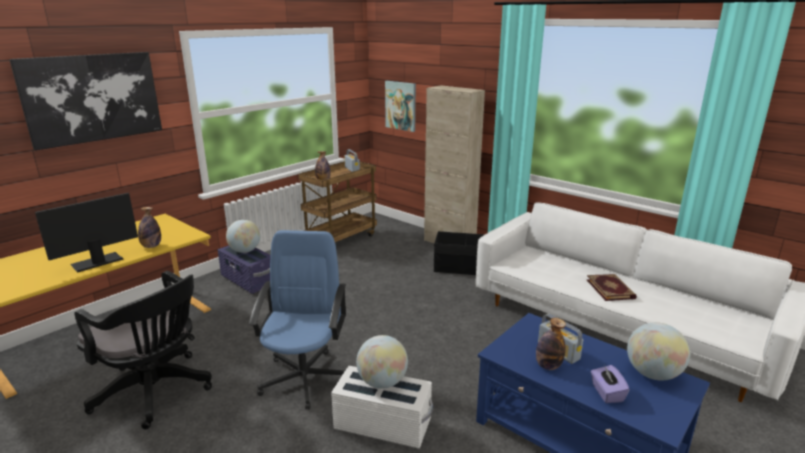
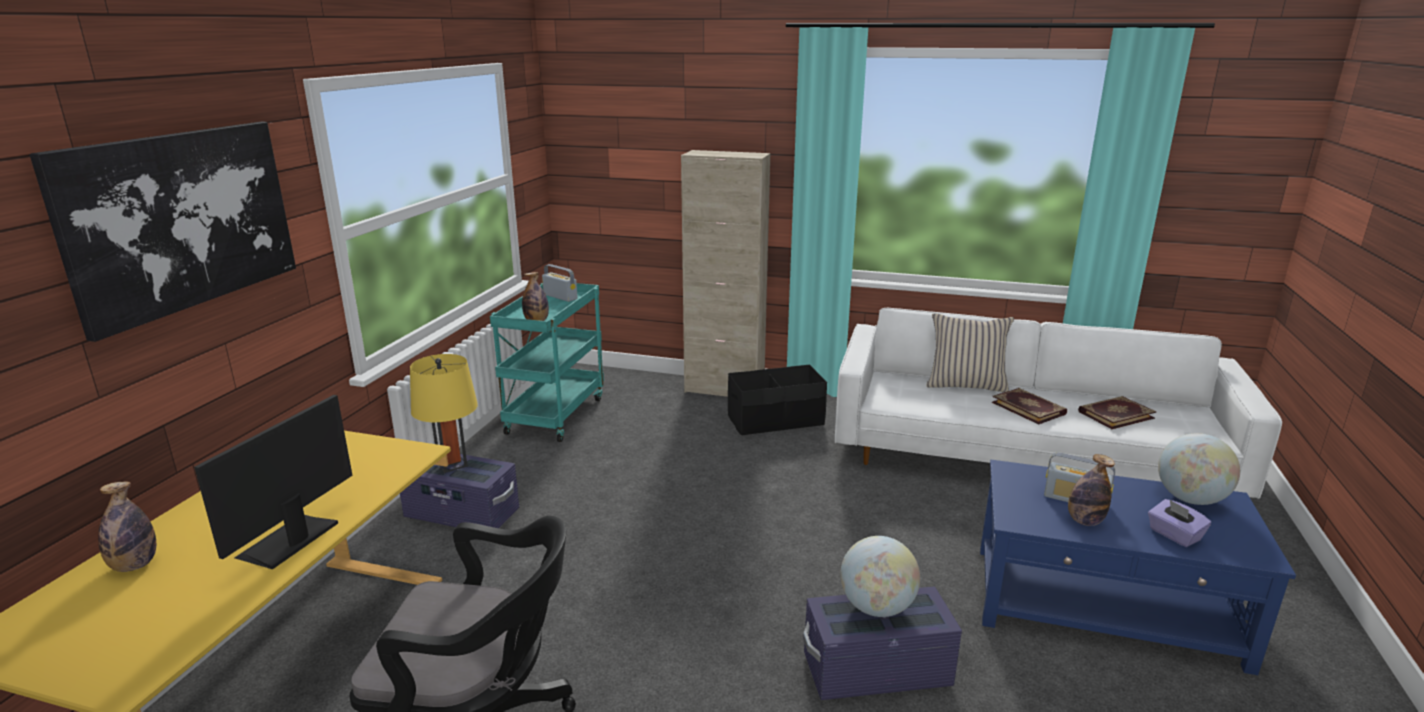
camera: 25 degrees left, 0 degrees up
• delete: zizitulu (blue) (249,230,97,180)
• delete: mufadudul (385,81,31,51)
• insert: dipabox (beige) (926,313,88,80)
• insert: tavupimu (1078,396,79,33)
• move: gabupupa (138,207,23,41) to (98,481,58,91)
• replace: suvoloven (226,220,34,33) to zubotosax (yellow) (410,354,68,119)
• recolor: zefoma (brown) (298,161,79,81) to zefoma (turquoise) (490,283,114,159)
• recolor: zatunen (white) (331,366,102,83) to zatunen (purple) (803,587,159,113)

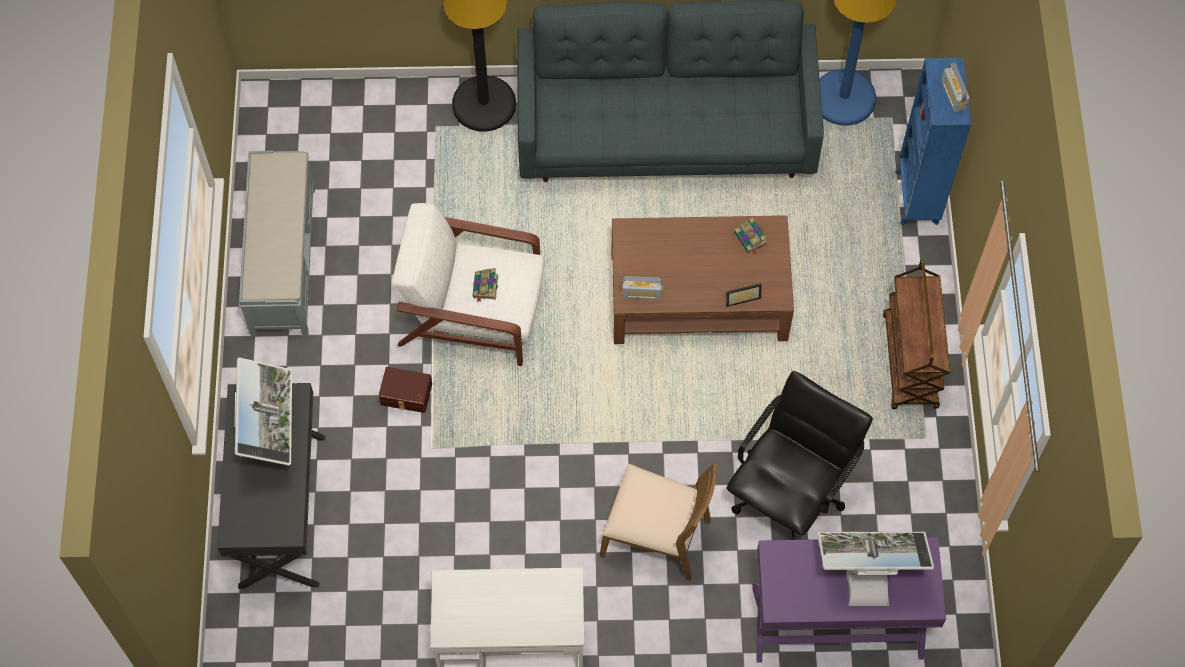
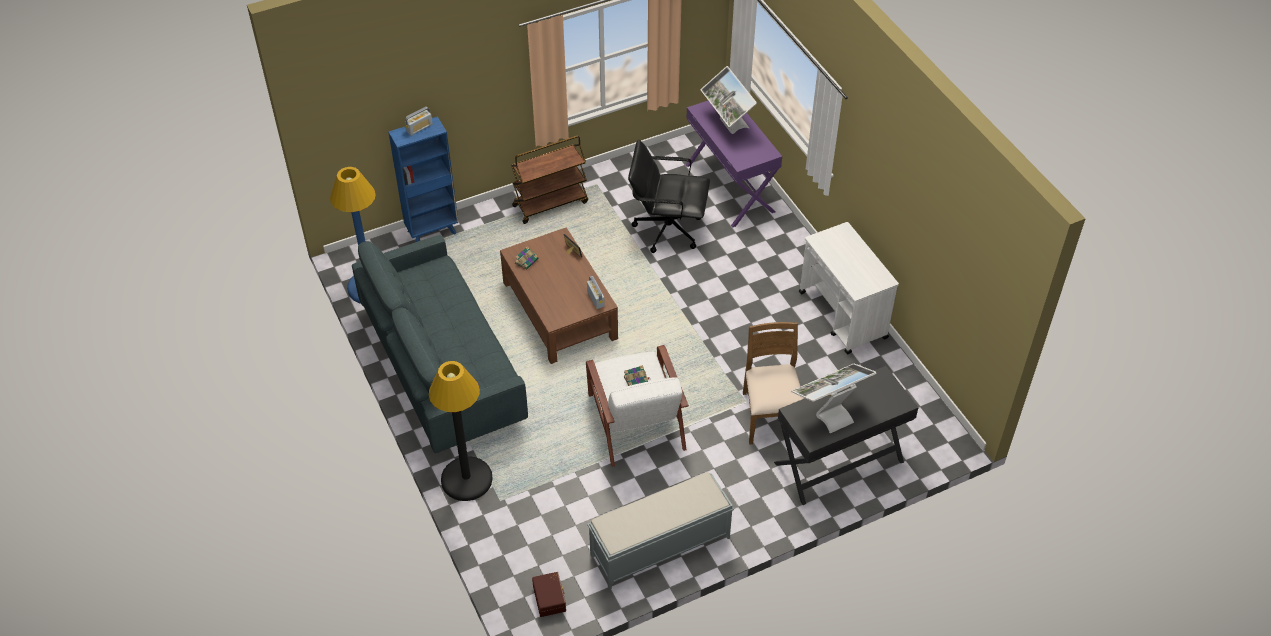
camera: 115 degrees left, 15 degrees down
• move: zatunen (brown) (378,367,54,46) to (532,572,34,45)
• move: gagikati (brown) (600,462,118,119) to (743,322,61,123)

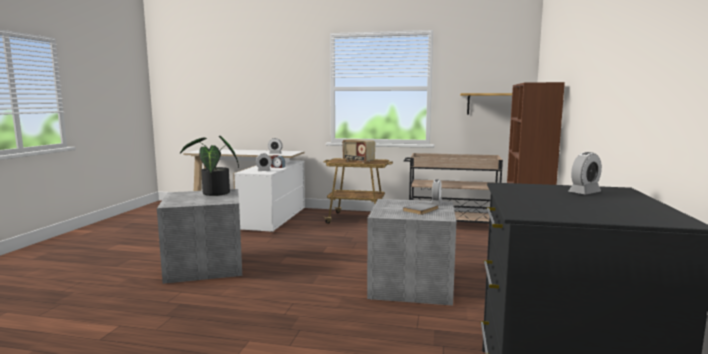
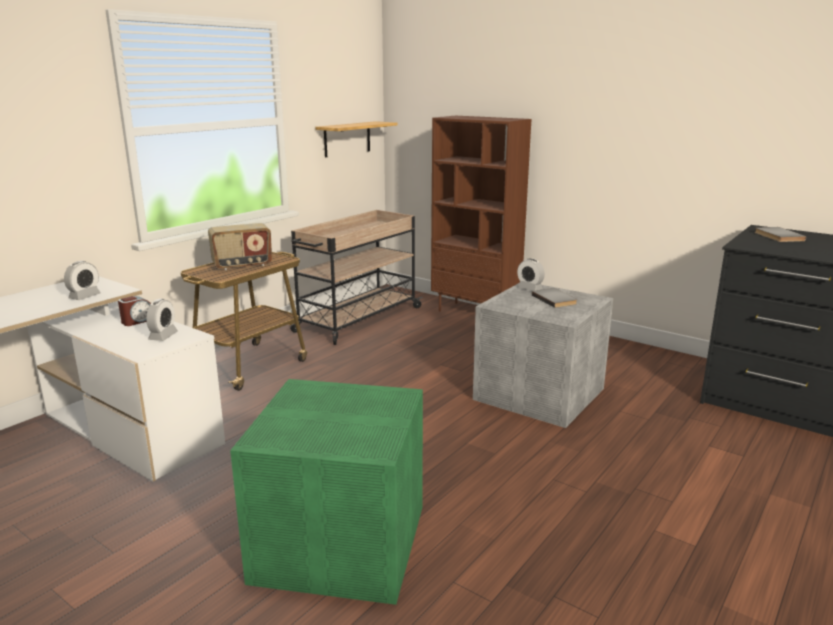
camera: 65 degrees left, 10 degrees up
• delete: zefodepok (180,136,59,60)
• replace: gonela (569,152,33,42) to tavupimu (grey) (754,227,52,15)
• recolor: zatunen (grey) (157,189,85,95) to zatunen (green) (230,379,193,226)

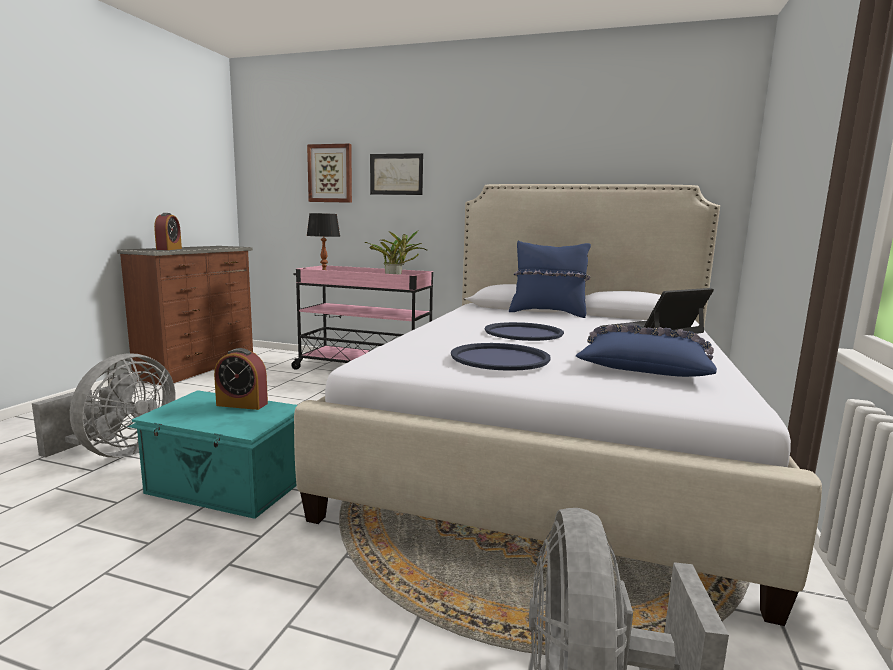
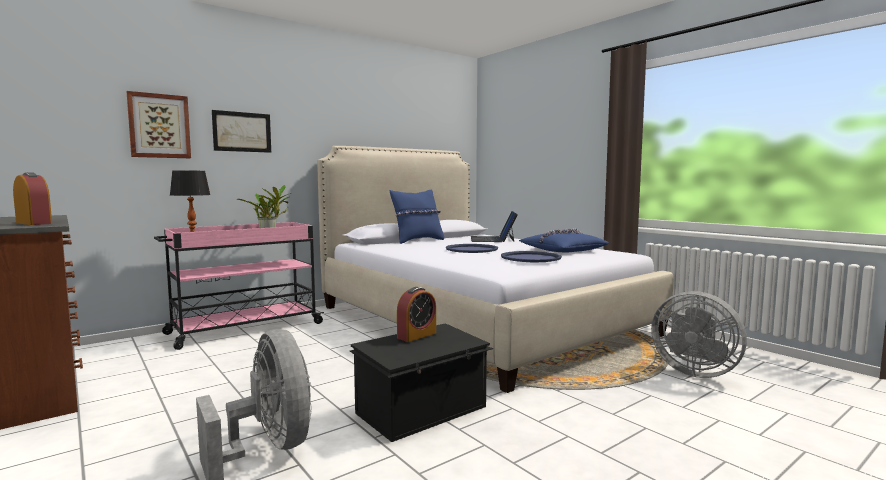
camera: 55 degrees left, 5 degrees down
• recolor: zatunen (turquoise) (128,390,169,129) to zatunen (black) (350,323,143,119)

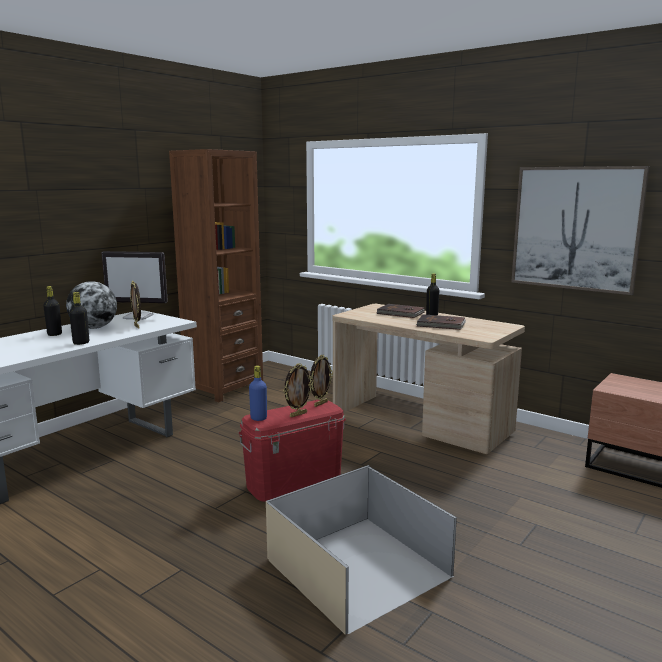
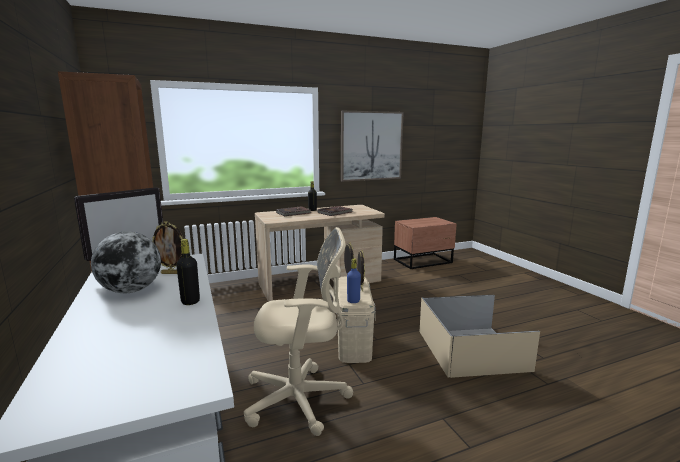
camera: 60 degrees left, 0 degrees up
• delete: gabupupa (black) (43,286,19,50)
• insert: zizitulu (beige) (244,227,109,209)
• recolor: zatunen (red) (238,399,108,103) to zatunen (beige) (336,276,40,87)

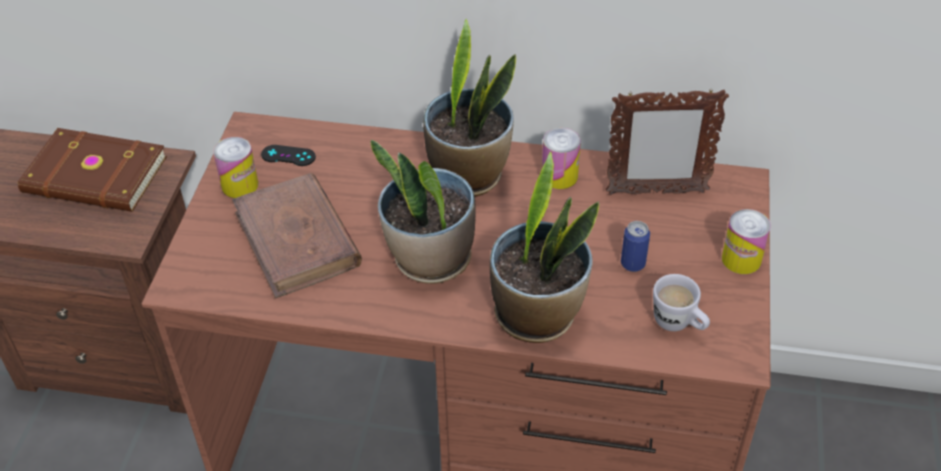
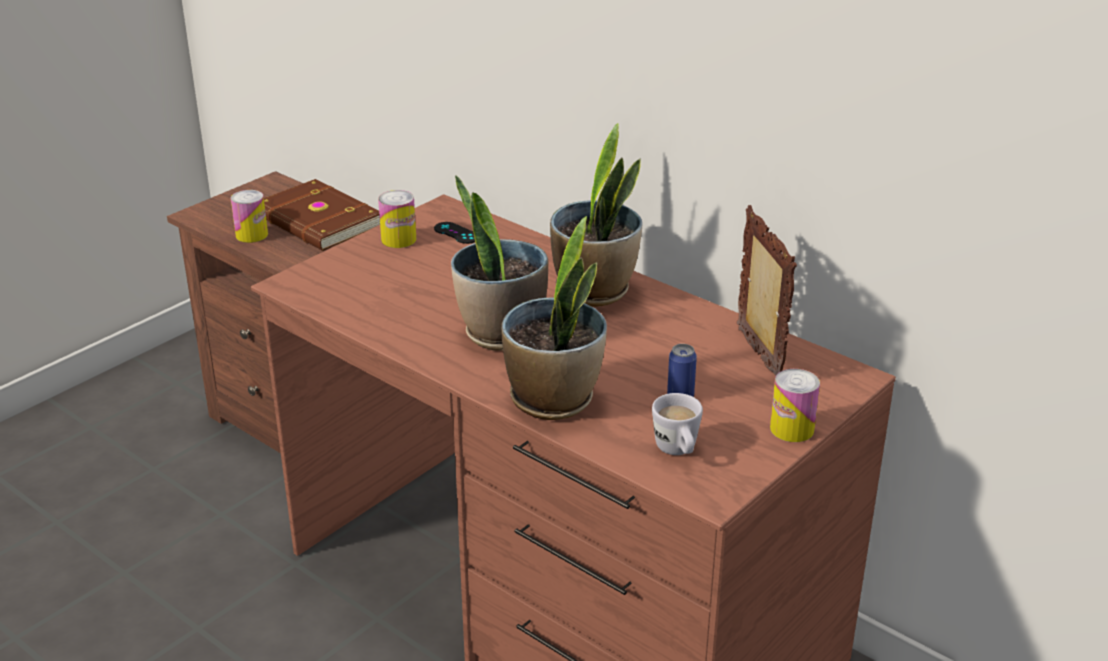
camera: 30 degrees right, 15 degrees down
• delete: tavupimu (brown) (232,173,130,125)
• move: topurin (542,128,39,61) to (231,190,37,53)
• rotate: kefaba (606,88,123,107) = (737,205,60,171) 135 degrees counterclockwise

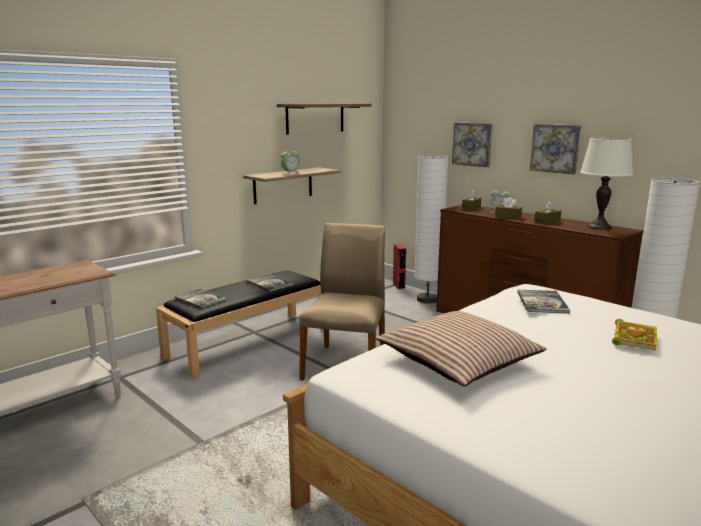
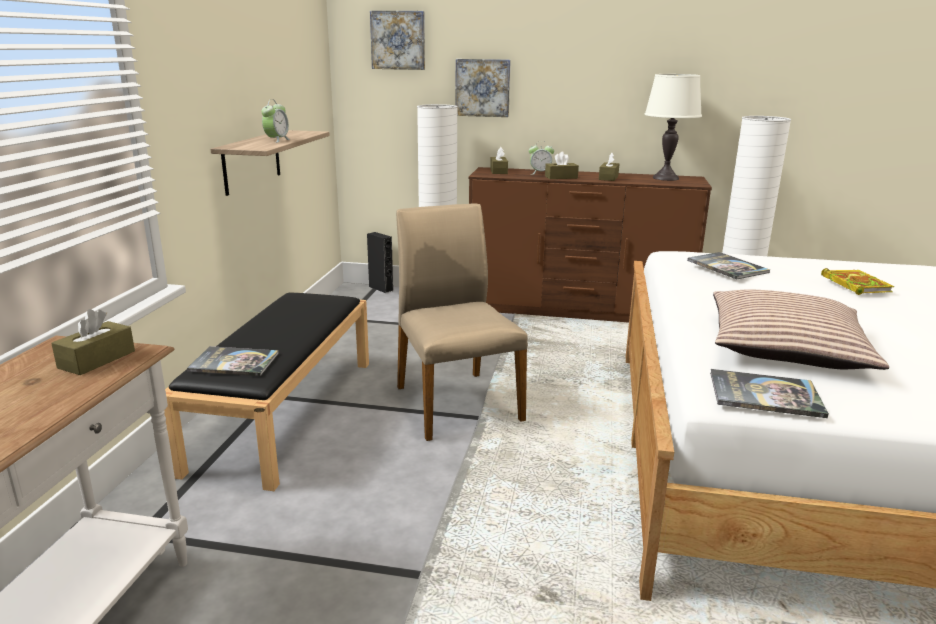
camera: 35 degrees left, 5 degrees up
• delete: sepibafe (277,104,95,30)
• insert: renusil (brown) (51,309,84,66)
• move: tavupimu (247,274,46,18) to (710,369,119,49)
• move: mufadudul (530,124,51,50) to (370,11,55,59)
• recolor: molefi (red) (393,244,13,45) to molefi (black) (367,232,27,61)

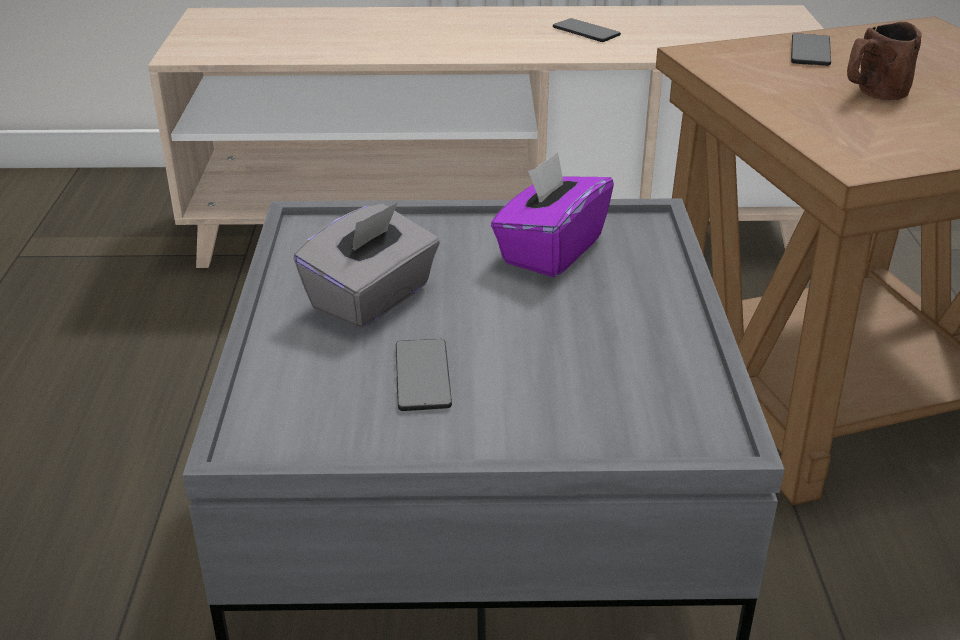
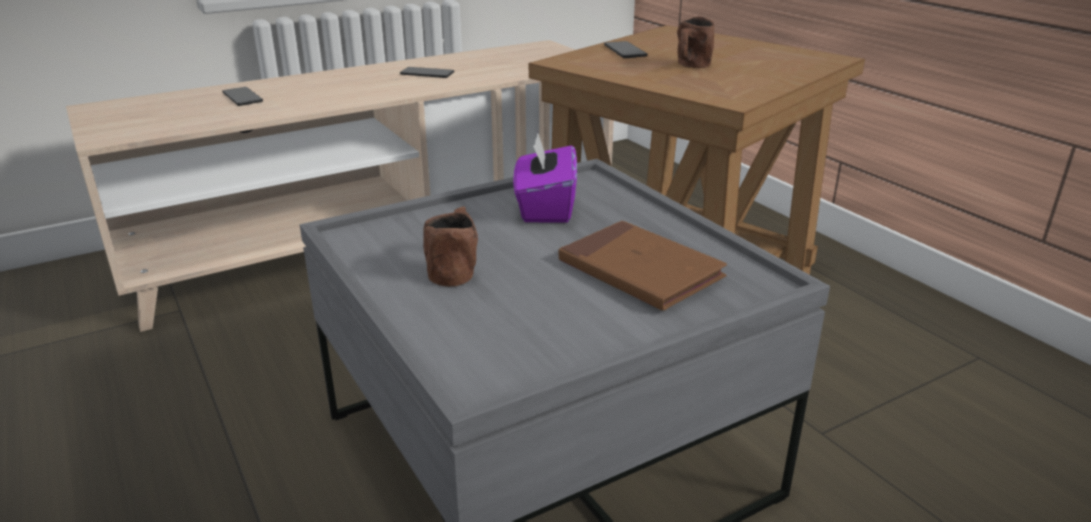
camera: 30 degrees left, 5 degrees down
• insert: tavupimu (brown) (558,221,169,90)
• move: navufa (396,339,56,72) to (222,87,41,19)
• replace: renusil (grey) (294,202,146,126) to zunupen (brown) (423,206,55,81)

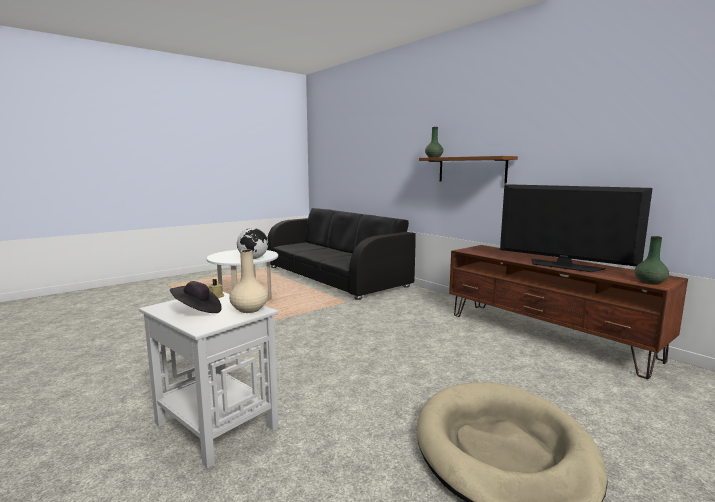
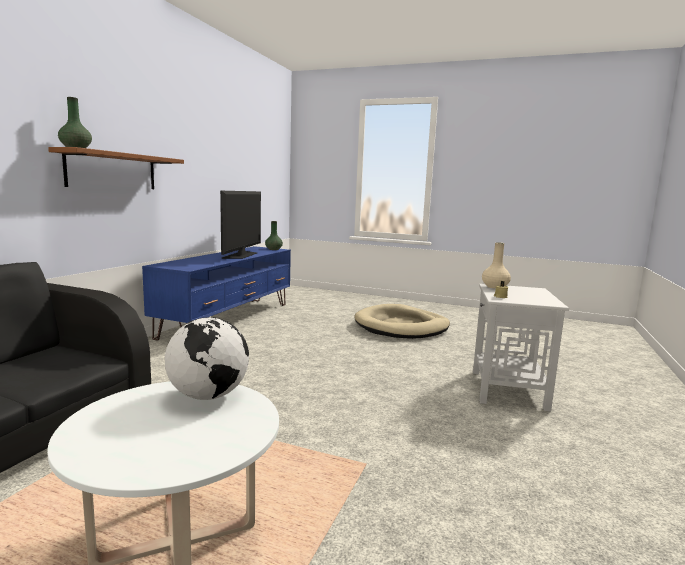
camera: 120 degrees left, 0 degrees up
• delete: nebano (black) (170,281,52,32)
• recolor: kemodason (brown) (449,245,239,134) to kemodason (blue) (142,246,149,95)

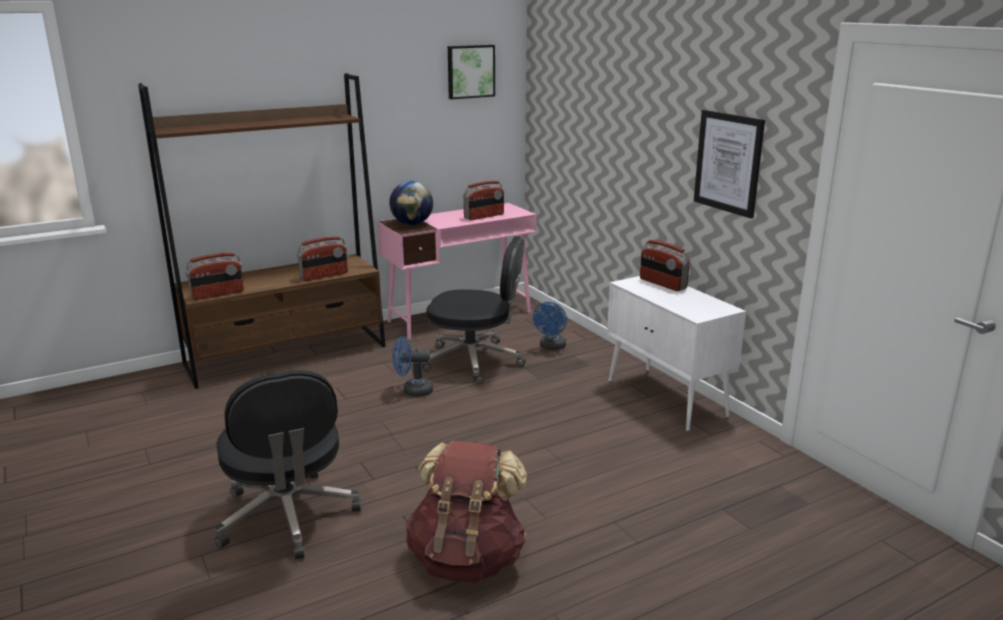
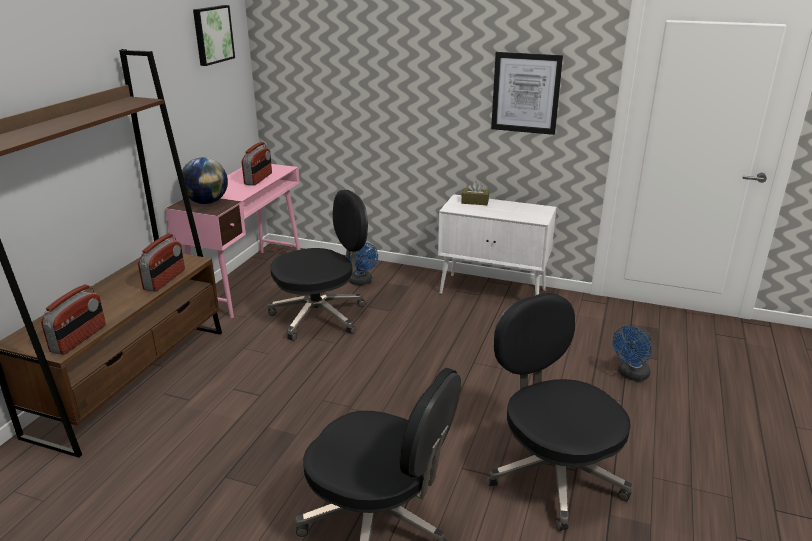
camera: 40 degrees left, 5 degrees up
• move: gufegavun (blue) (392,337,41,60) to (613,326,39,55)
• replace: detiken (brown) (406,440,121,143) to zizitulu (black) (487,293,146,238)
• replace: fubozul (640,240,50,51) to renusil (brown) (461,181,28,24)

